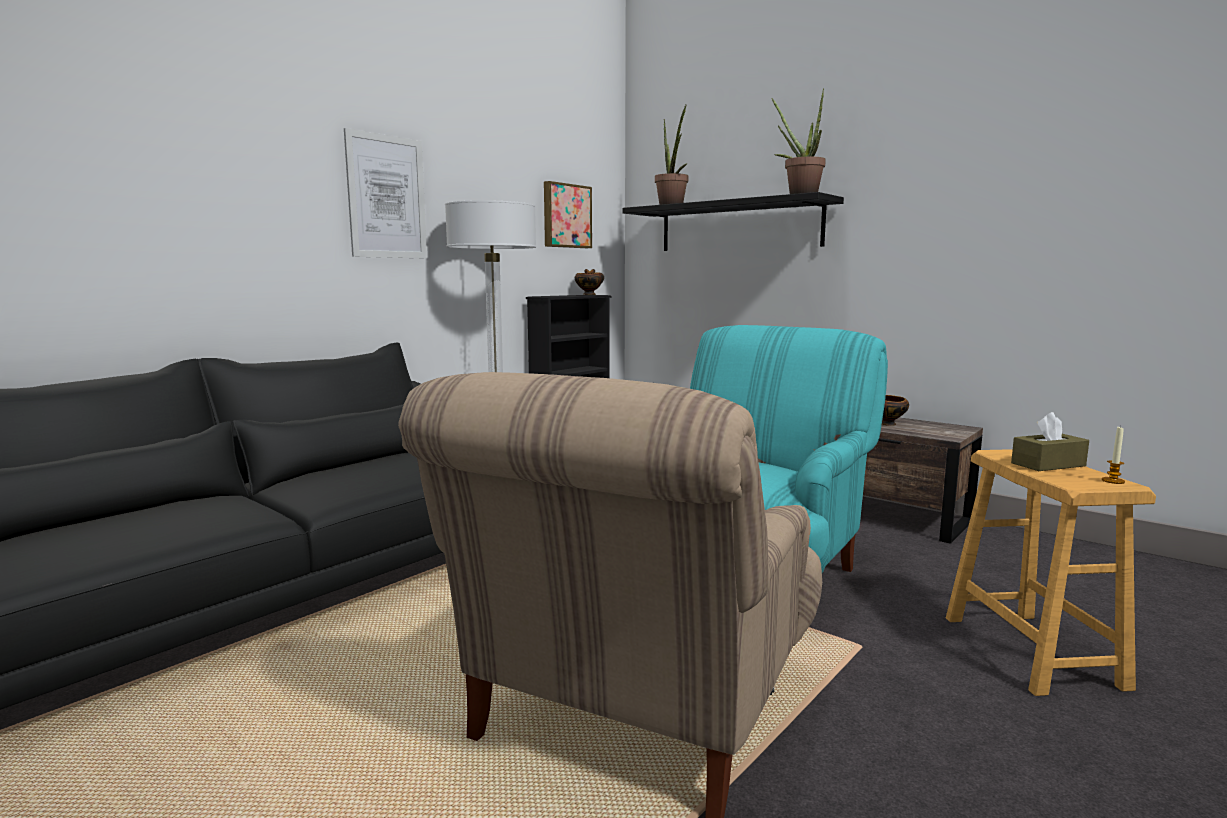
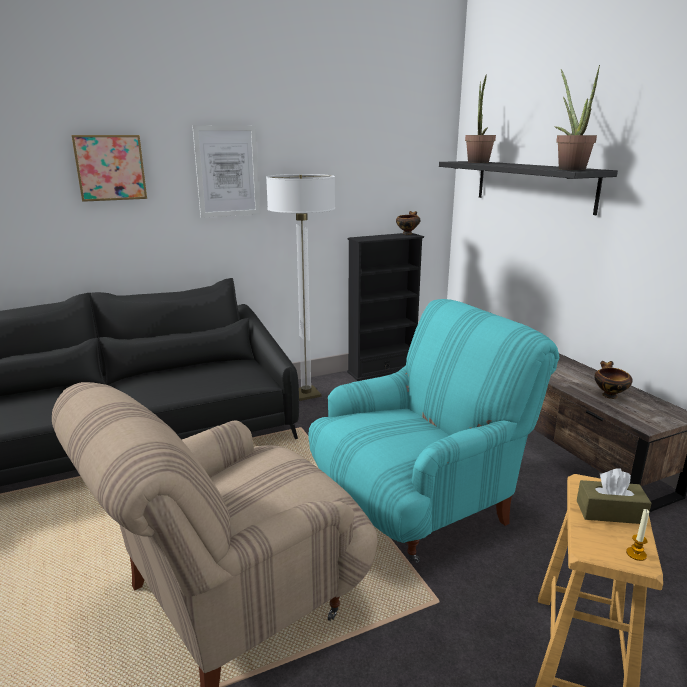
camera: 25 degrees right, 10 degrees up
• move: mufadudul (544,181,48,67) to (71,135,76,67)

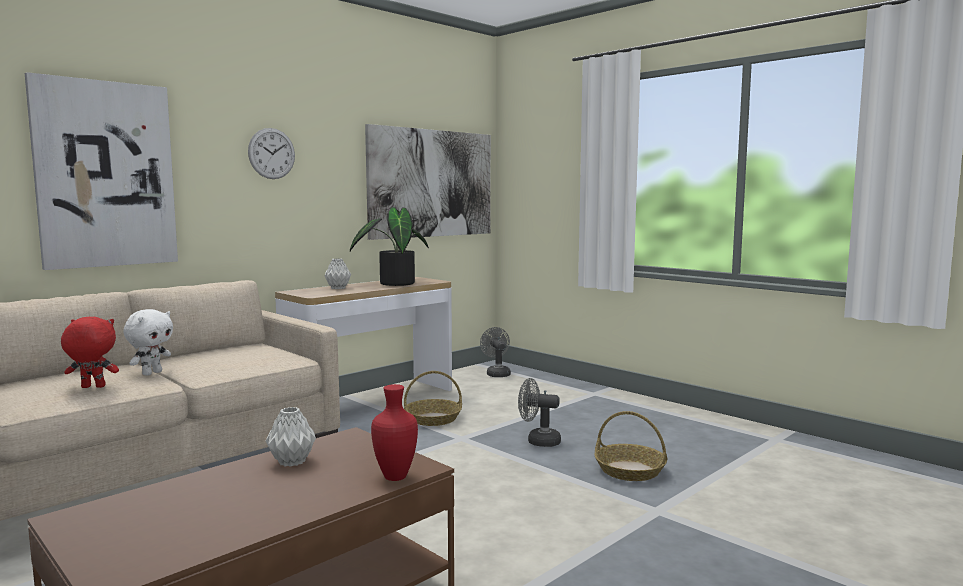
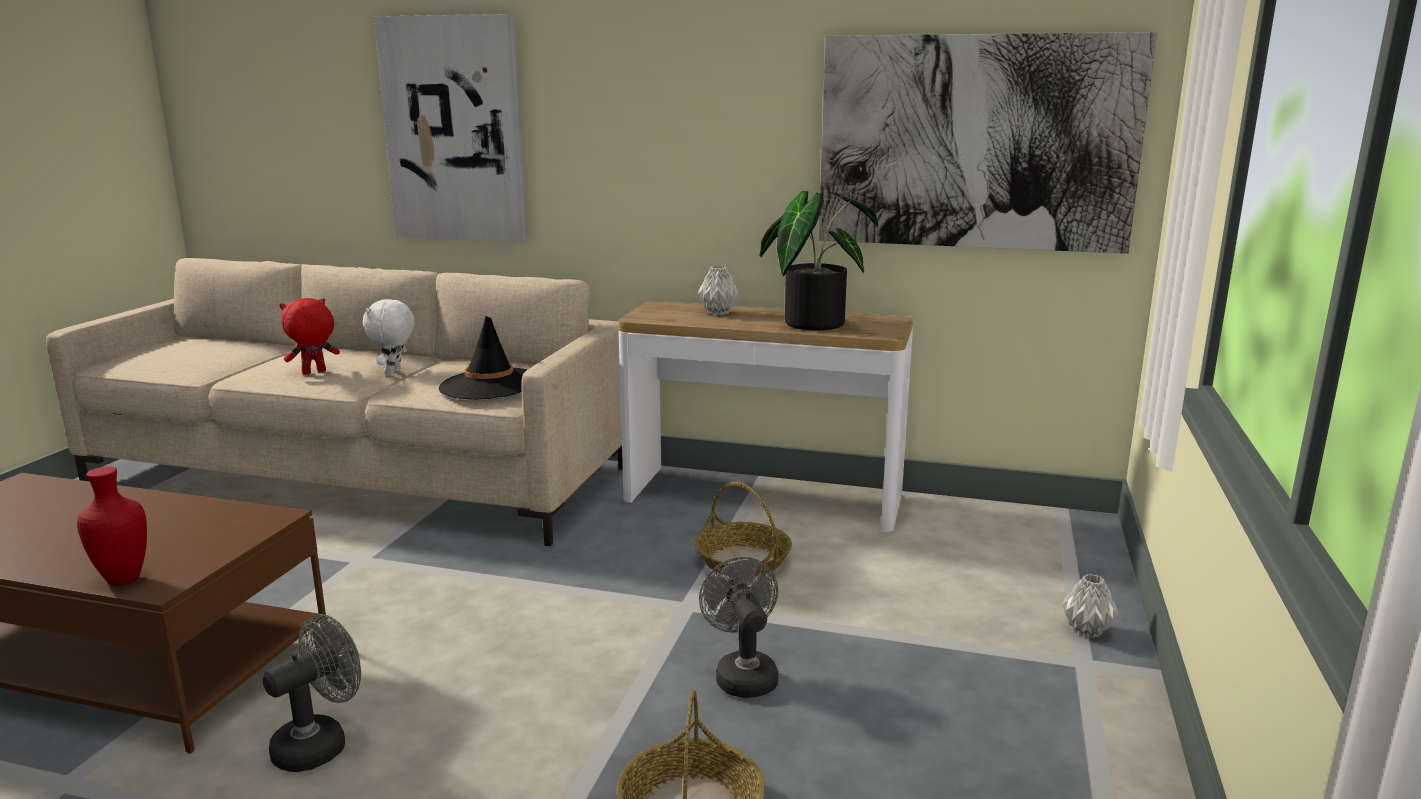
camera: 60 degrees right, 10 degrees up
• delete: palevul (248,128,47,51)
• insert: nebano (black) (439,316,89,84)
• move: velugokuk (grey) (266,407,50,60) to (1062,574,56,64)
• move: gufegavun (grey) (480,327,31,50) to (263,614,98,158)
• rotate: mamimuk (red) (61,317,58,71) = (279,298,61,77) 90 degrees counterclockwise
• rotate: mamimuk (white) (123,309,50,67) = (363,299,52,77) 105 degrees clockwise

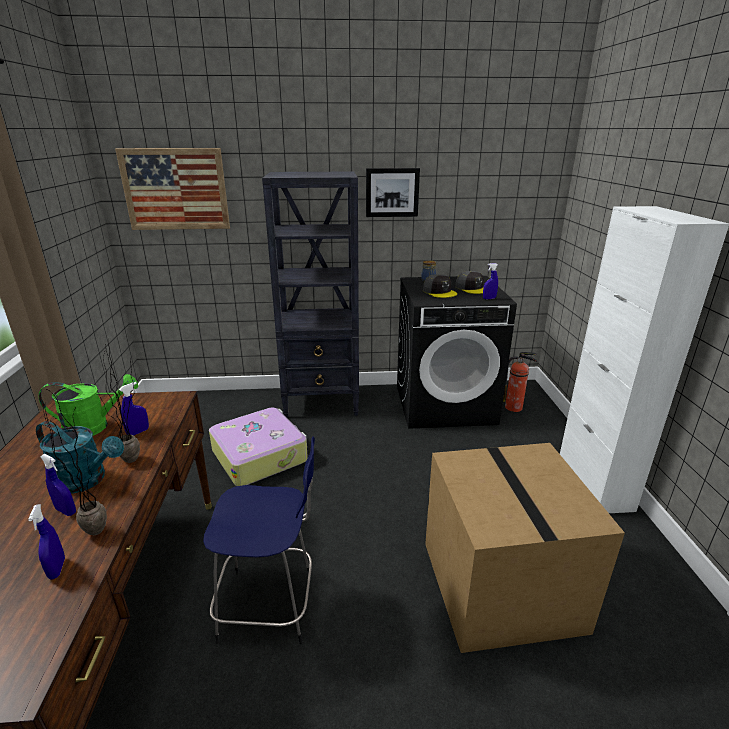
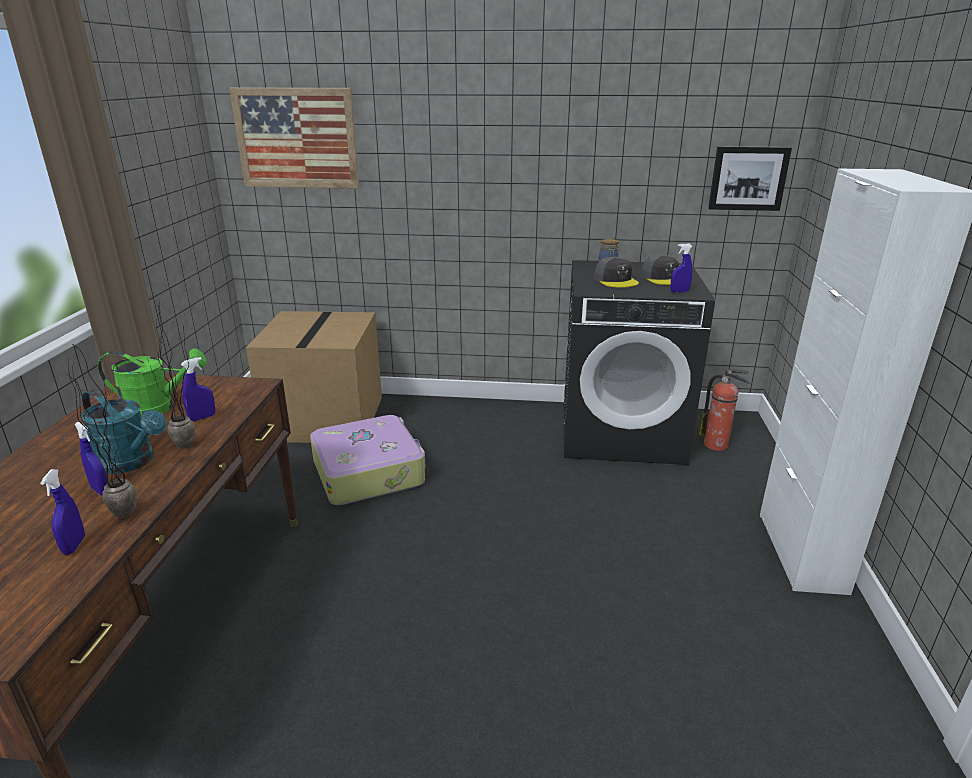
camera: 10 degrees right, 0 degrees up
• delete: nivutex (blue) (203,437,112,207)
• delete: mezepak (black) (262,171,97,247)
• move: mufadudul (366,168,54,49) to (708,146,84,65)
• move: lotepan (425,443,200,210) to (246,311,136,132)

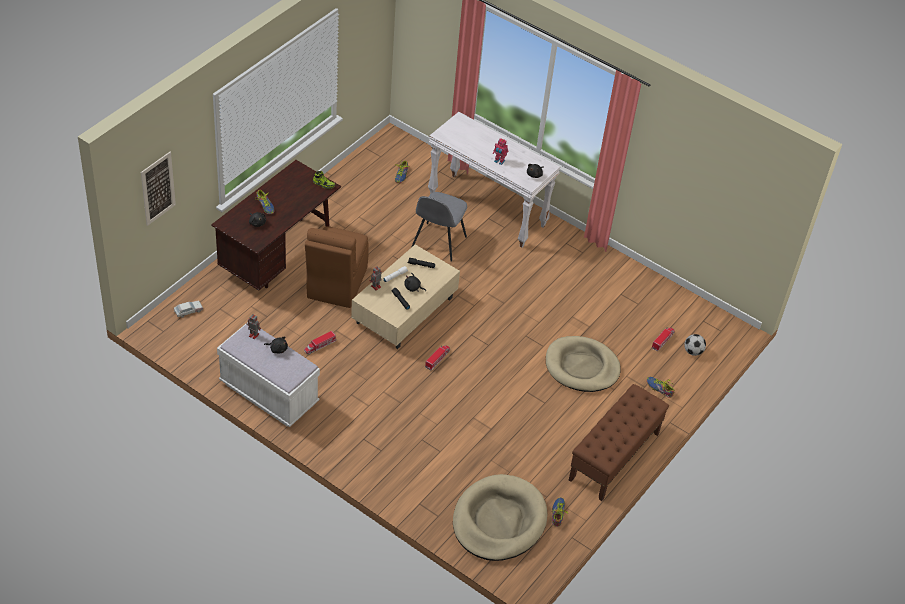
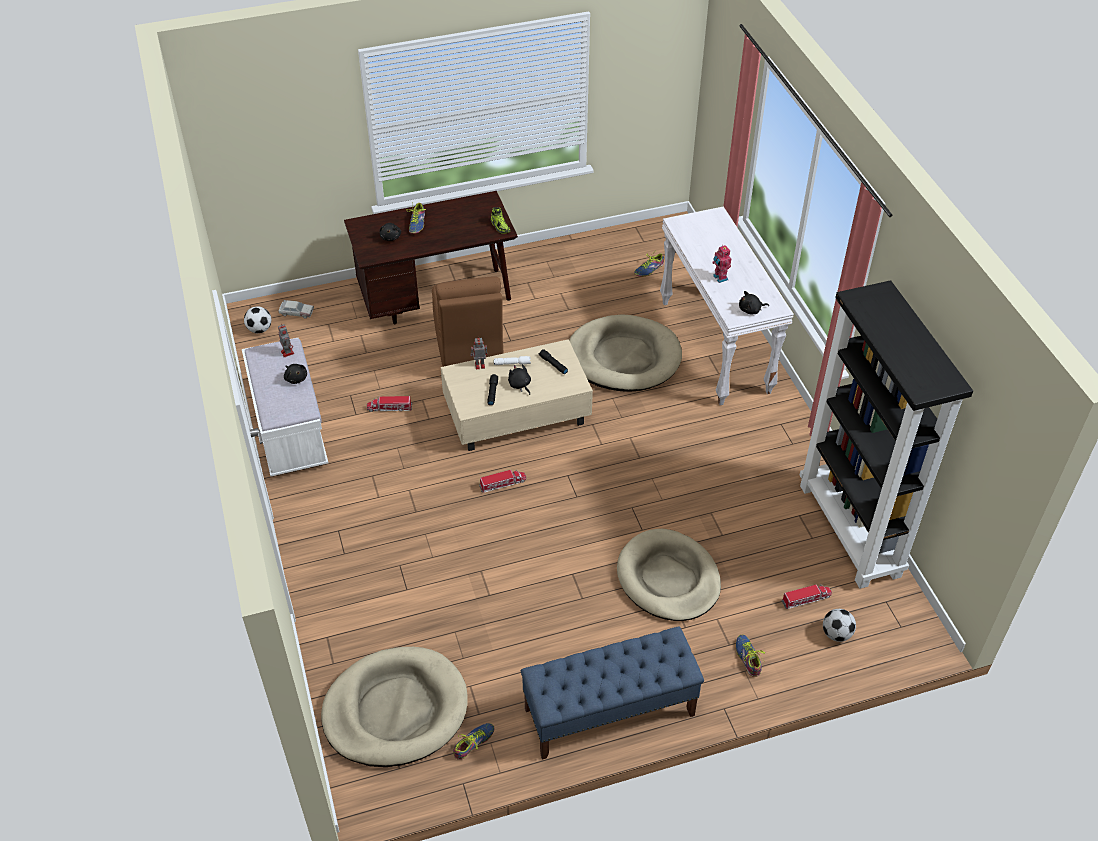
camera: 40 degrees right, 0 degrees up
• delete: mufadudul (141,152,35,74)
• insert: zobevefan (244,306,27,27)
• insert: mezepak (black) (799,280,174,309)
• replace: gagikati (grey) (411,192,56,70) to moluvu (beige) (569,314,113,77)
• recolor: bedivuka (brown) (569,384,100,117) to bedivuka (blue) (521,626,183,134)
• rotate: gagikati (brown) (305,226,64,82) = (432,276,72,91) 60 degrees counterclockwise

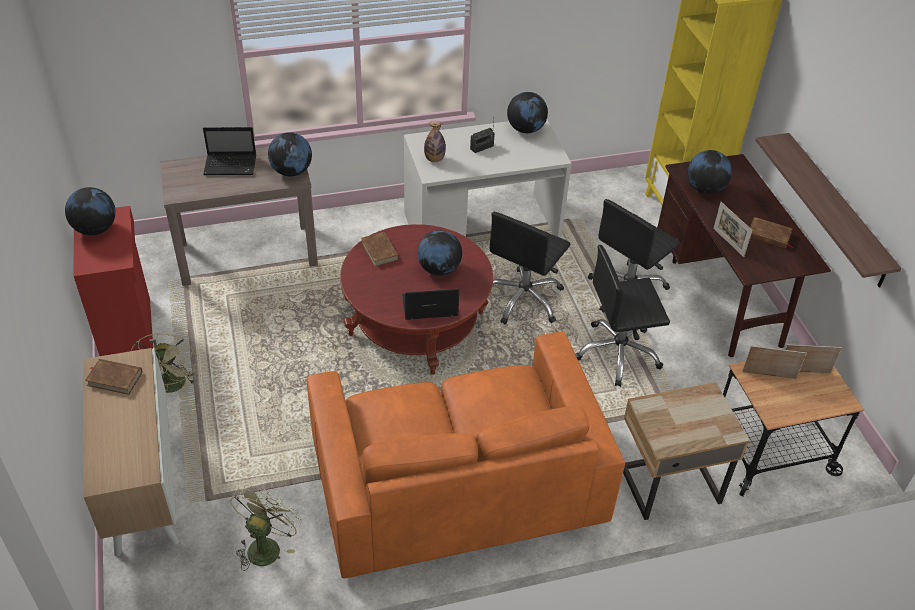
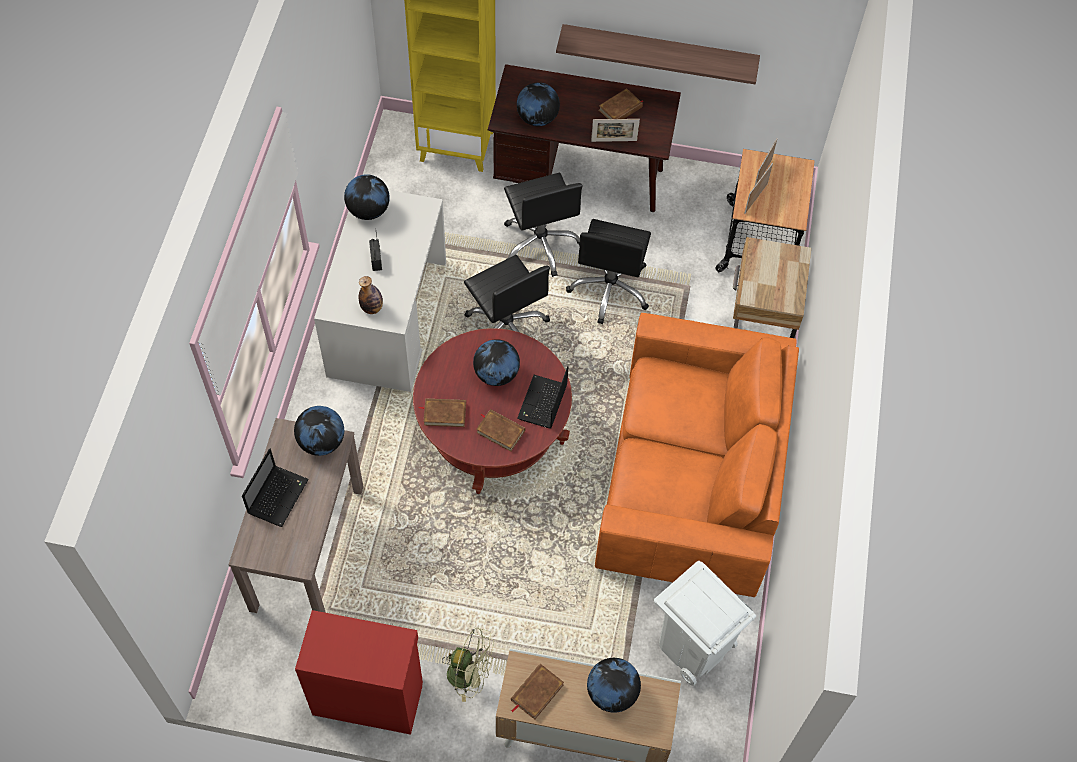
camera: 65 degrees left, 15 degrees up
• insert: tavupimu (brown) (476,409,49,43)
• move: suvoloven (65,187,51,48) to (587,658,54,55)
• replace: gufegavun (green) (230,485,72,86) to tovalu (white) (654,561,102,125)

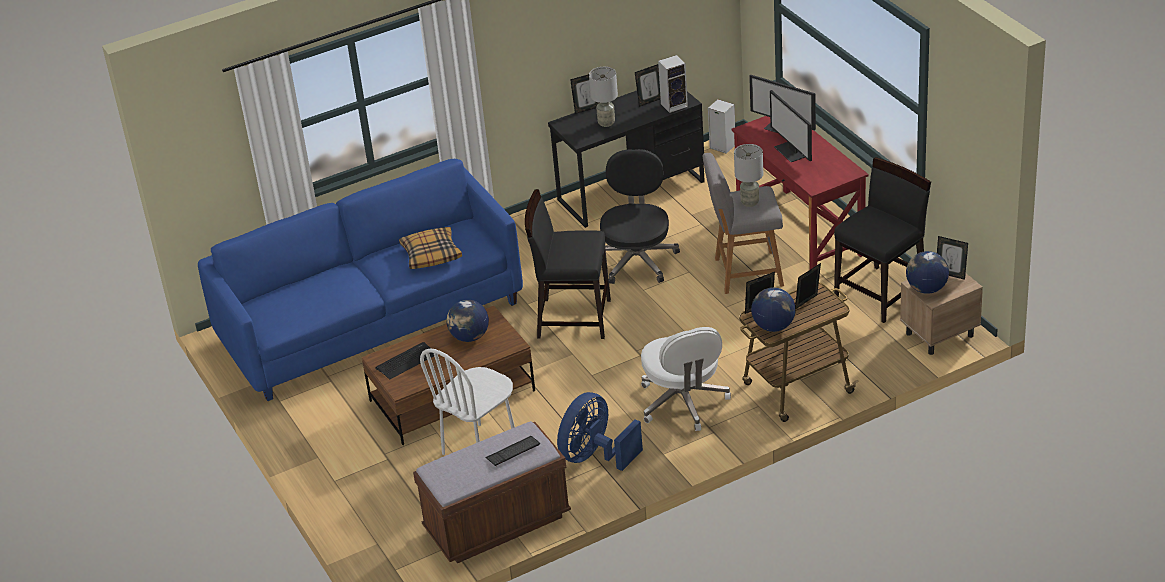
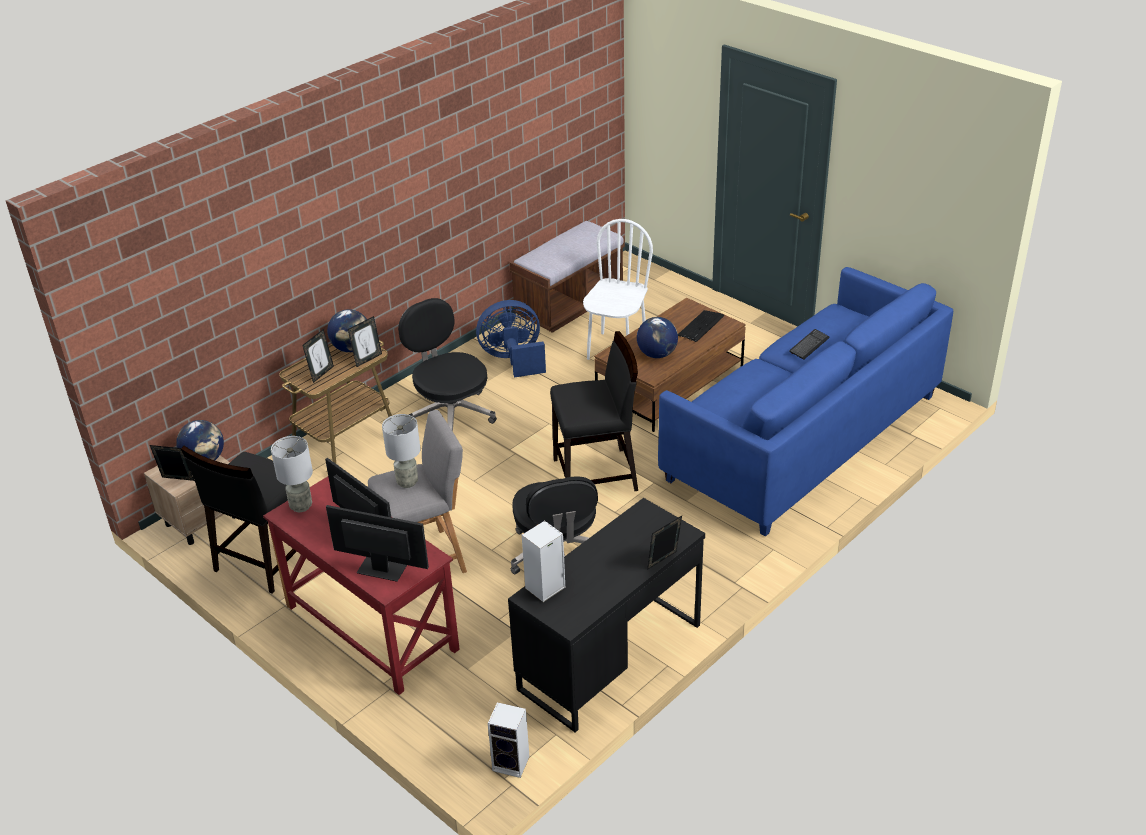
camera: 160 degrees right, 0 degrees up
• delete: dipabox (399,227,63,42)
• delete: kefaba (635,64,26,43)
• move: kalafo (485,436,55,30) to (789,329,41,30)
• move: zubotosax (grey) (589,67,29,60) to (271,436,42,76)
• recolor: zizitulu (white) (641,327,90,104) to zizitulu (black) (398,298,99,133)
• rotate: gufegavun (blue) (557,392,86,79) = (476,300,70,78) 120 degrees counterclockwise

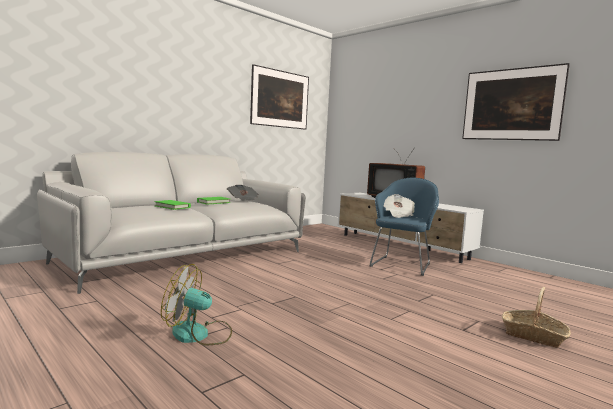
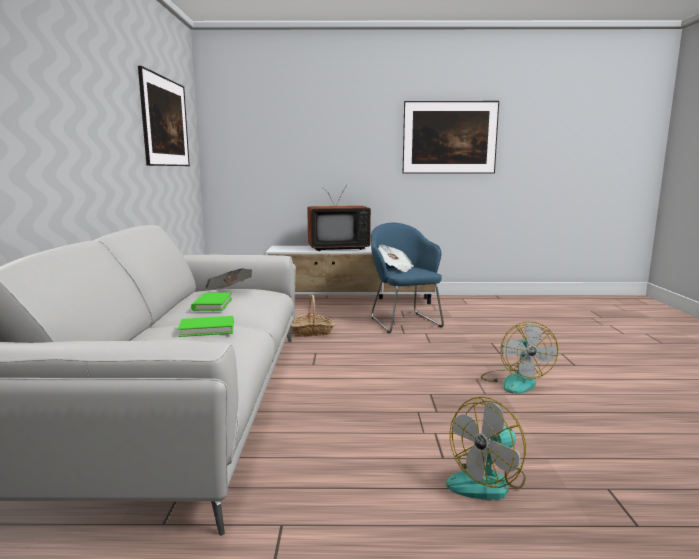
camera: 45 degrees left, 5 degrees up
• insert: gufegavun (481,322,77,72)
• move: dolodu (502,287,69,61) to (291,295,44,42)

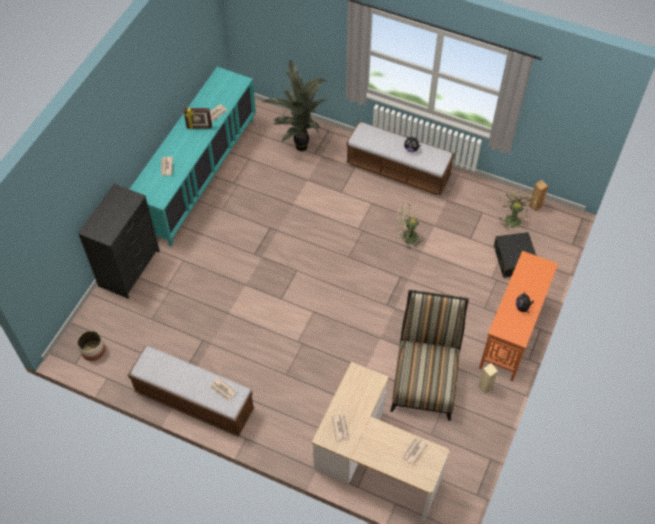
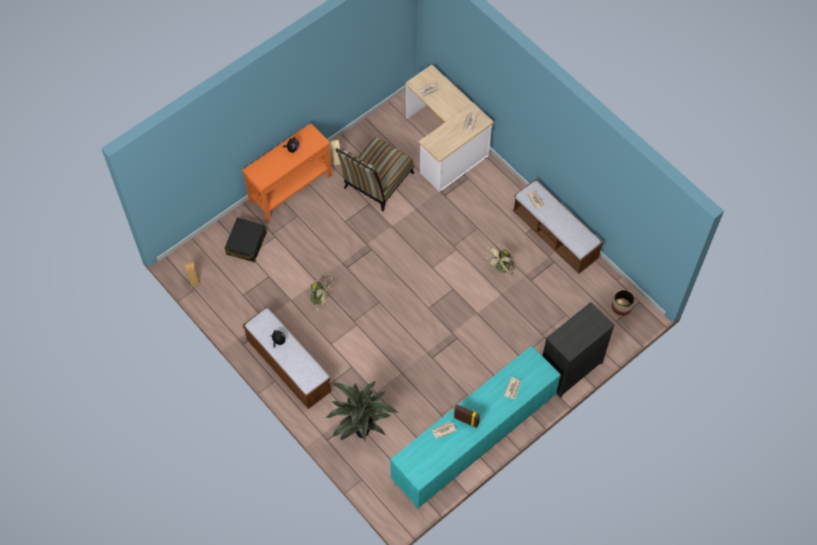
camera: 155 degrees left, 5 degrees up
• move: gufegavun (beige) (499,188,37,43) to (485,244,31,31)

